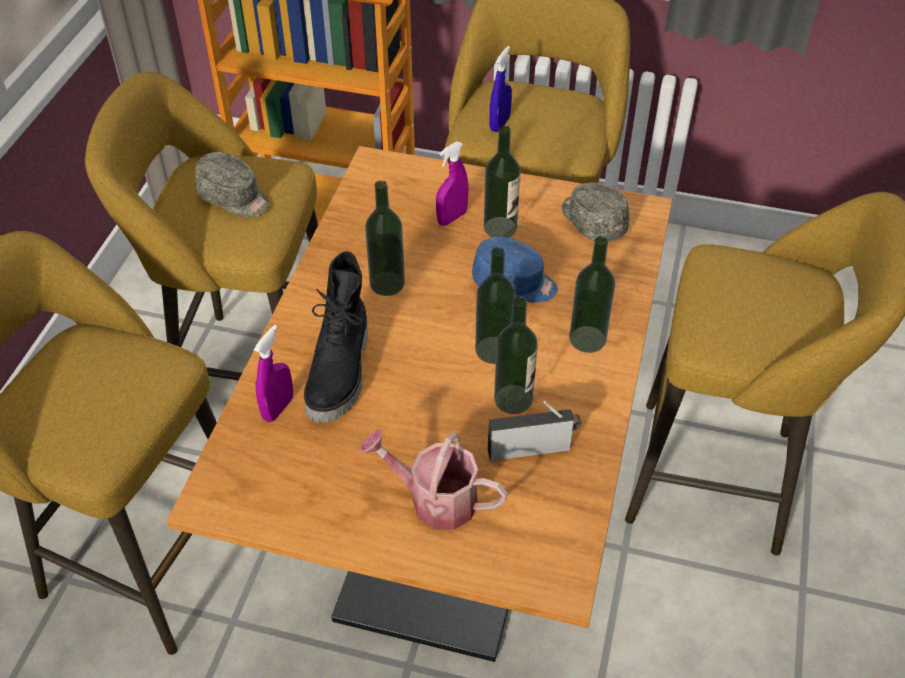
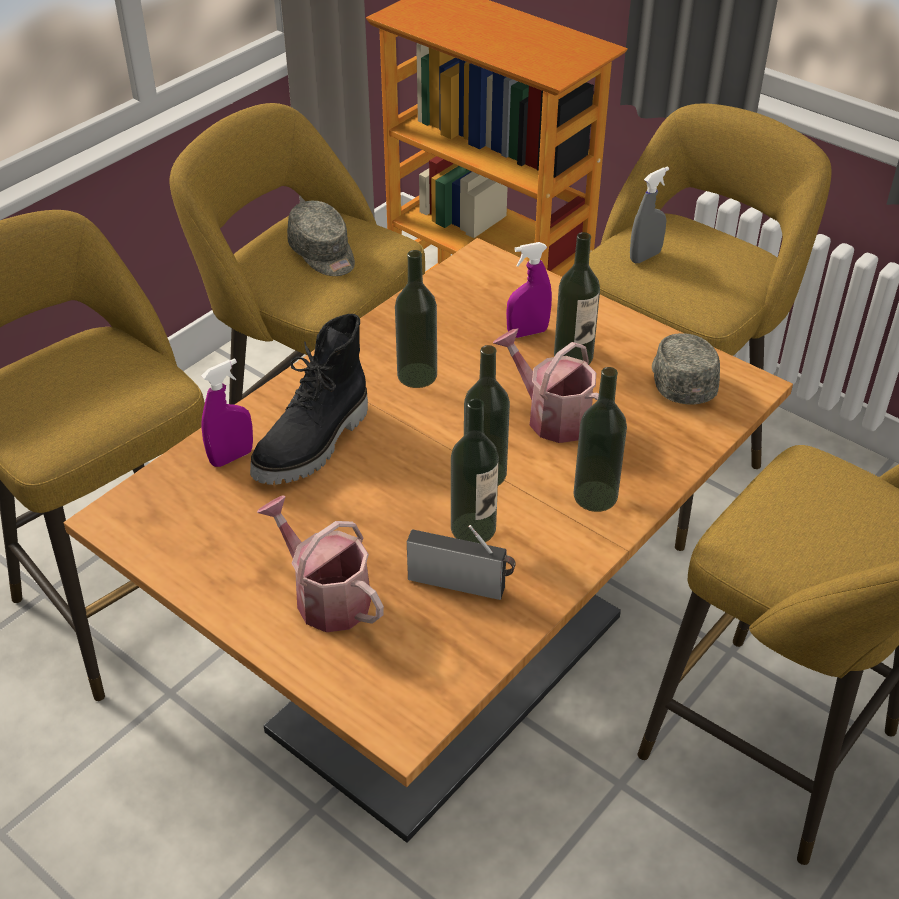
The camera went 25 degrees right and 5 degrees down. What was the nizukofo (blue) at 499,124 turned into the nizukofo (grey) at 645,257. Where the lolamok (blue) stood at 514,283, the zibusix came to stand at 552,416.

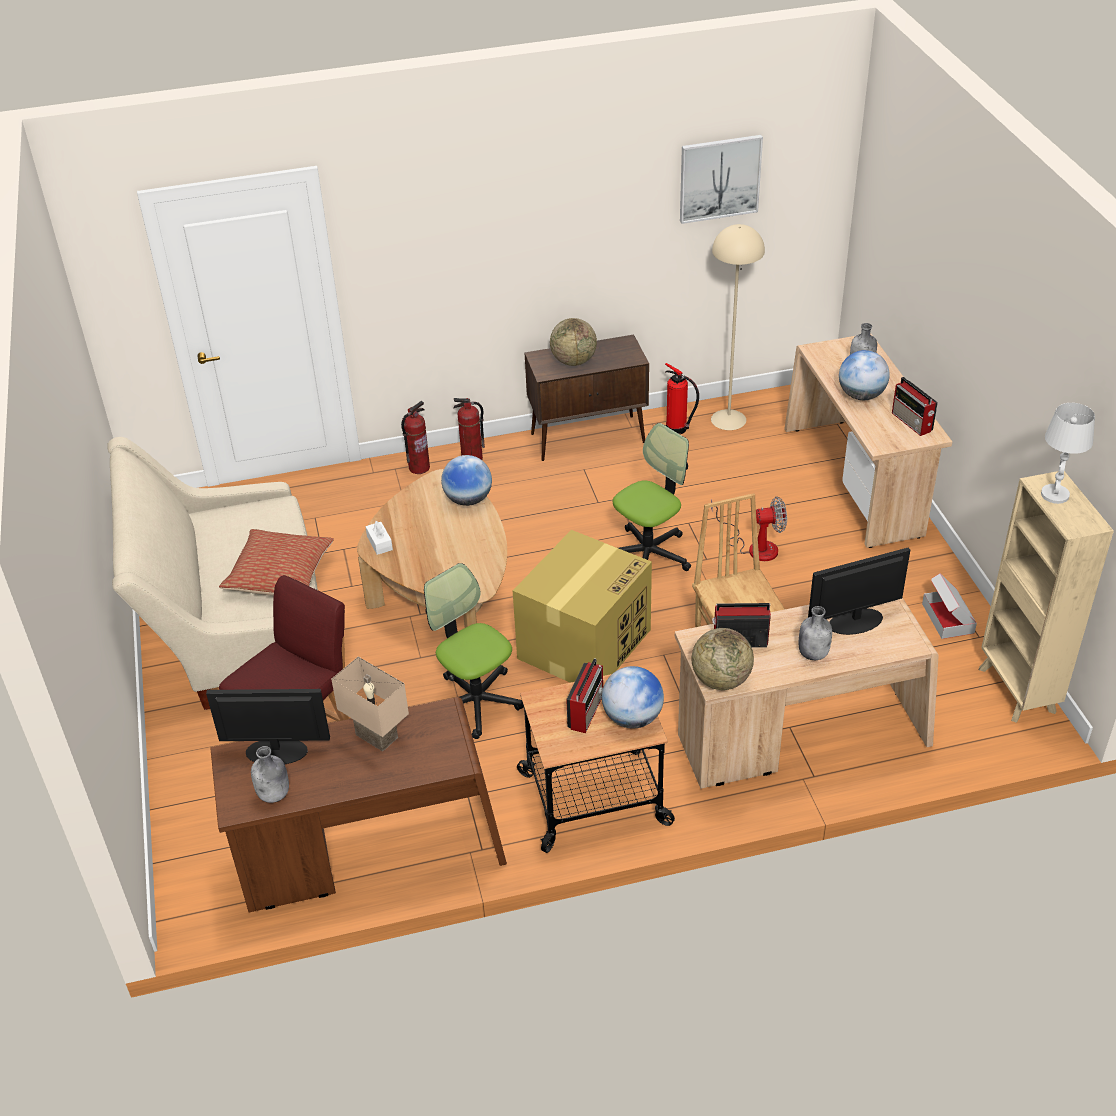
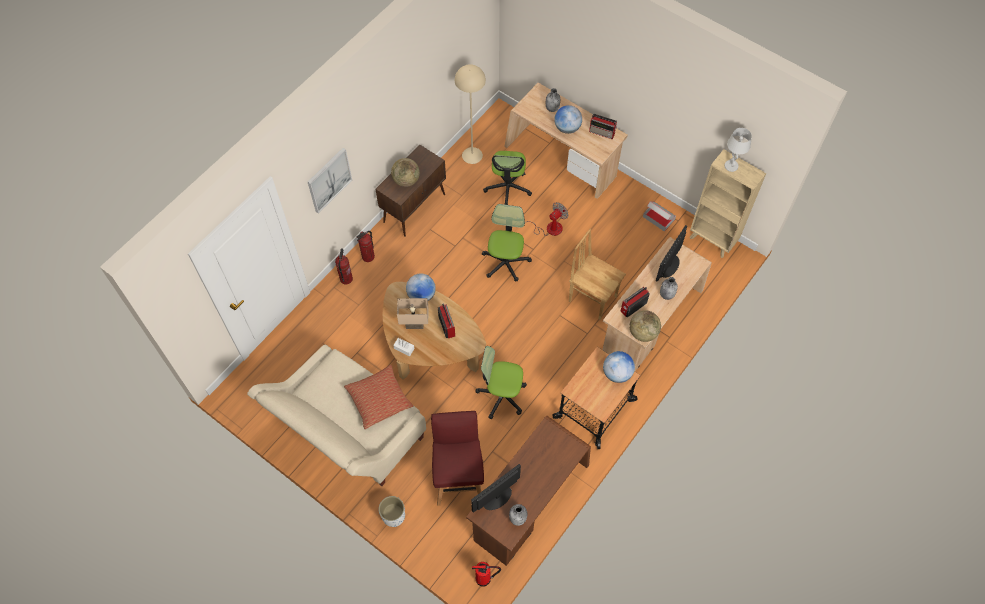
The camera went 40 degrees left and 20 degrees up. The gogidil ended up elsewhere, having gone from 719,178 to 329,180. The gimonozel ended up elsewhere, having gone from 678,429 to 484,579. The second view lost the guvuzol at 585,643. The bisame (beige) ended up elsewhere, having gone from 375,737 to 414,325. The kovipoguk ended up elsewhere, having gone from 586,710 to 447,325. The second view gained the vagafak at 508,188. The second view gained the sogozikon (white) at 393,516.

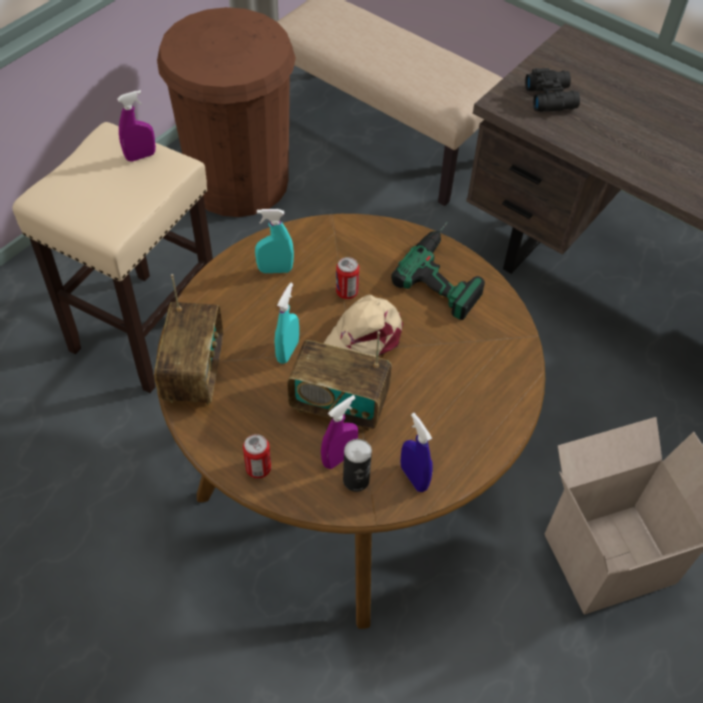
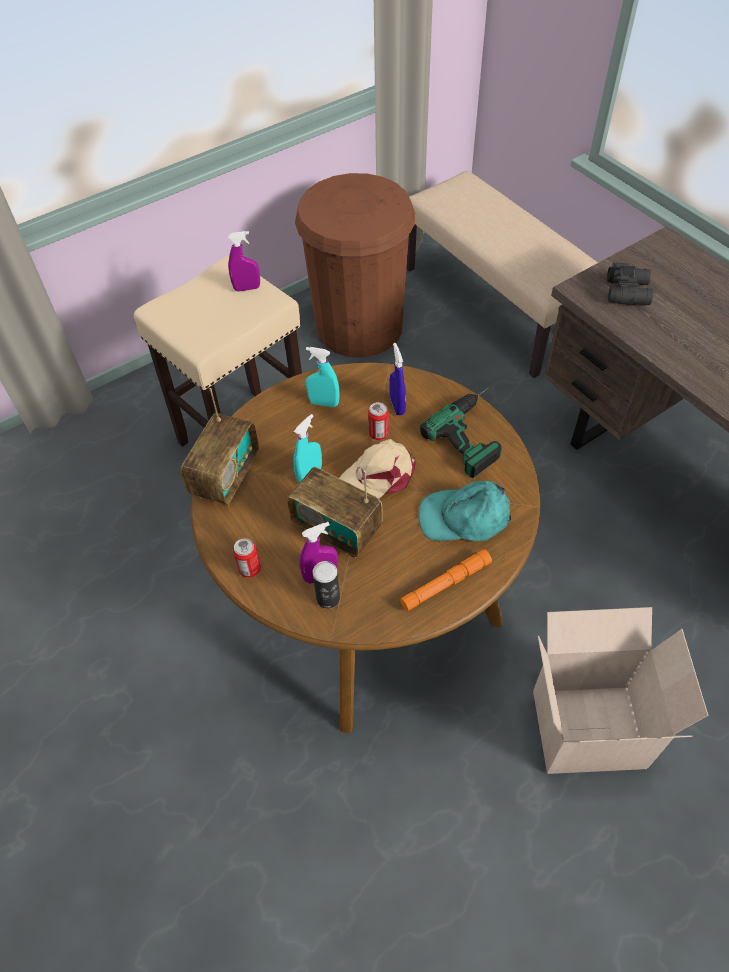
The camera went 20 degrees right and 0 degrees up. The nizukofo (blue) ended up elsewhere, having gone from 414,477 to 397,406. The second view gained the lolamok (turquoise) at 464,517. The second view gained the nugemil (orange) at 446,583.

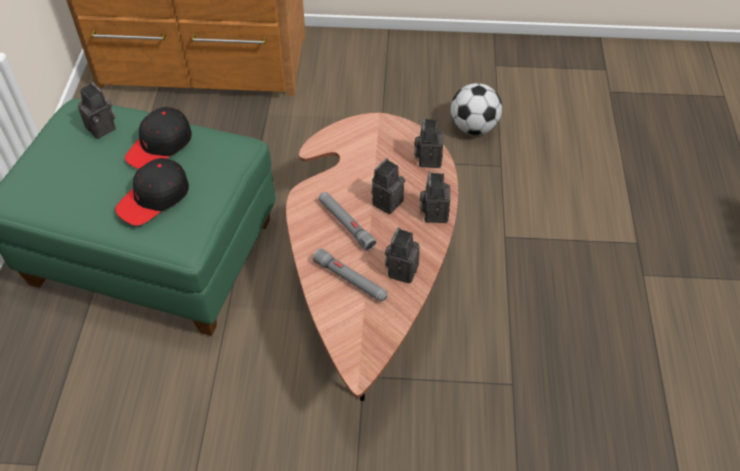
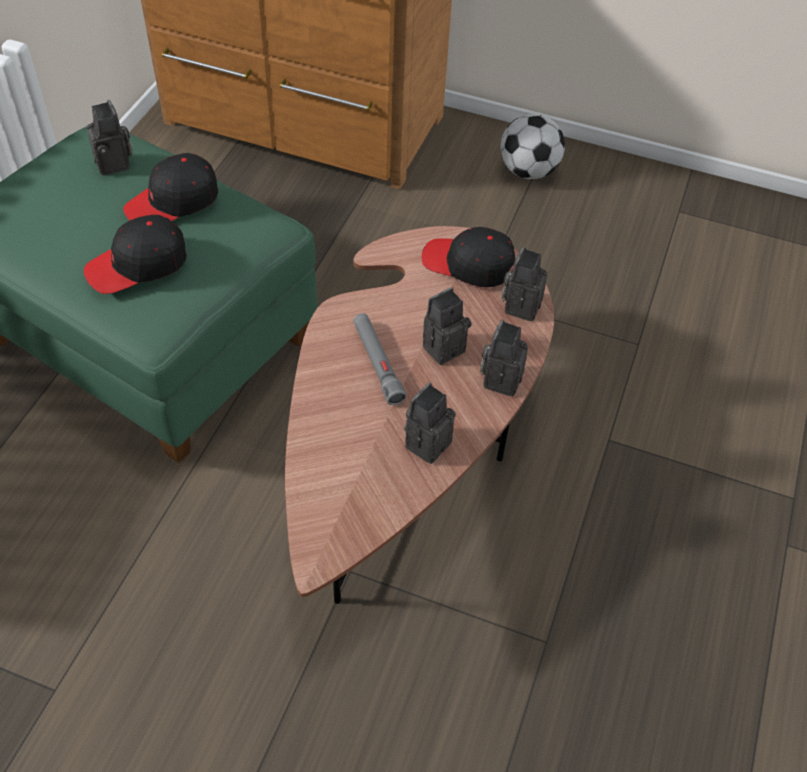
The camera went 15 degrees right and 0 degrees up. The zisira ended up elsewhere, having gone from 473,127 to 528,171. The second view lost the nugemil (grey) at 350,280. The second view gained the lolamok (black) at 468,264.

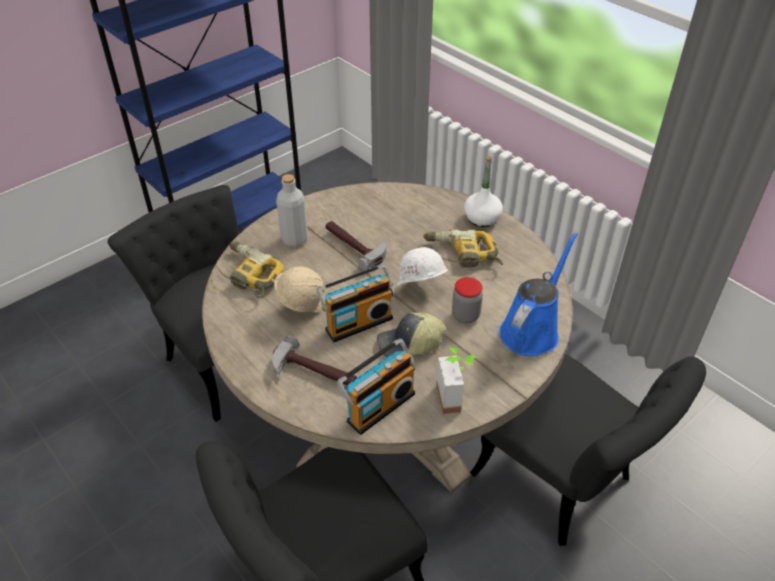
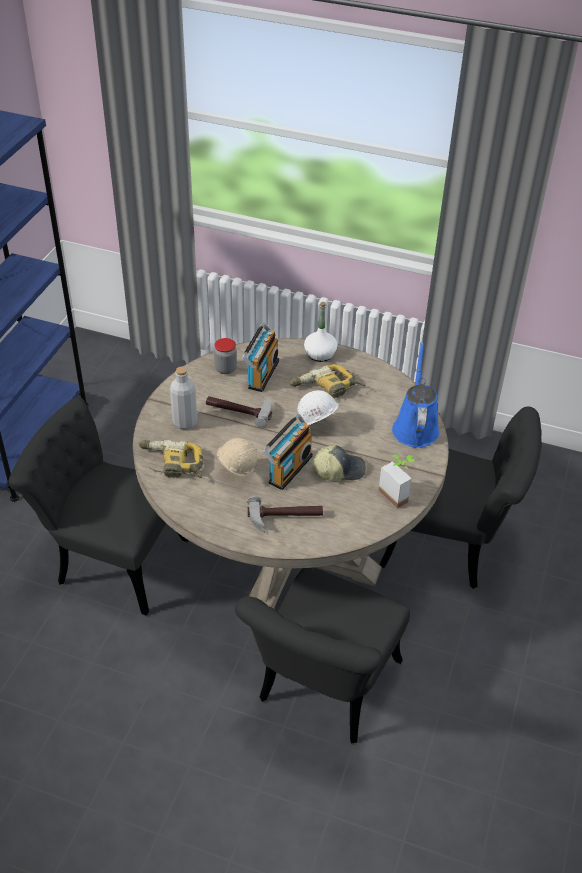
The camera went 30 degrees left and 0 degrees up. The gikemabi ended up elsewhere, having gone from 465,315 to 225,369. The lolamok at 409,344 ended up facing another way, 150 degrees counterclockwise from before. The kovipoguk ended up elsewhere, having gone from 378,405 to 261,374.

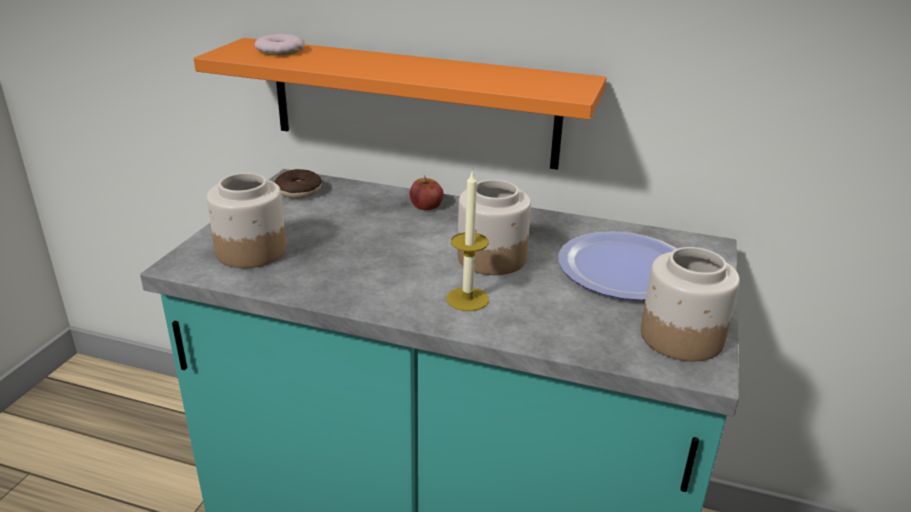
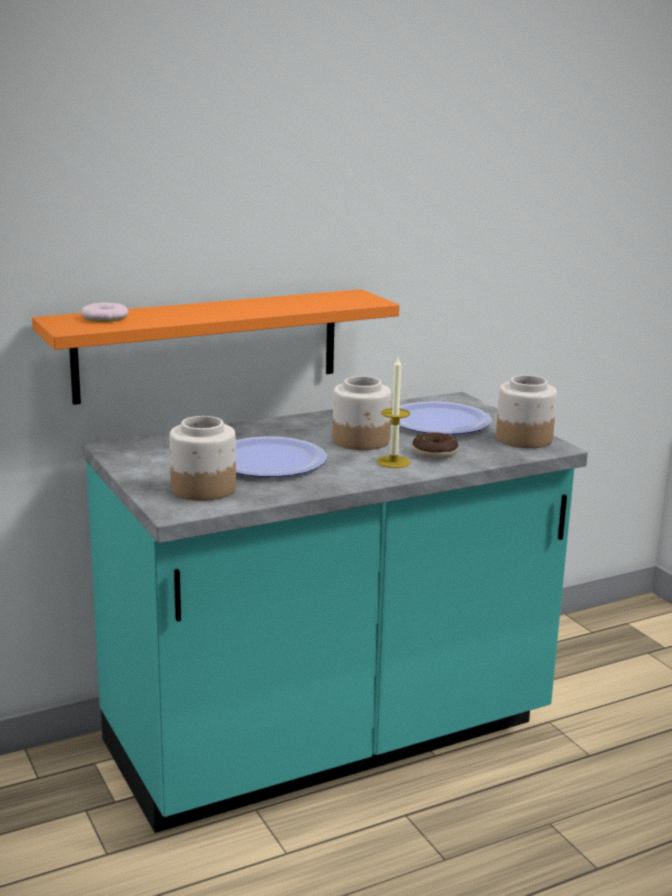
The camera went 45 degrees left and 10 degrees down. The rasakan ended up elsewhere, having gone from 298,191 to 434,453. The second view lost the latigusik at 426,205. The second view gained the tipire at 269,460.

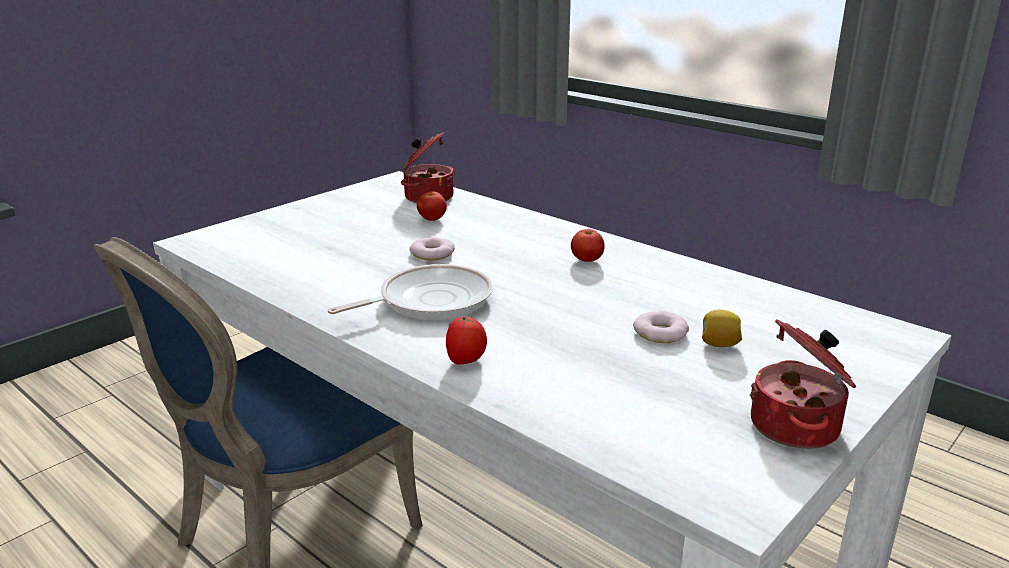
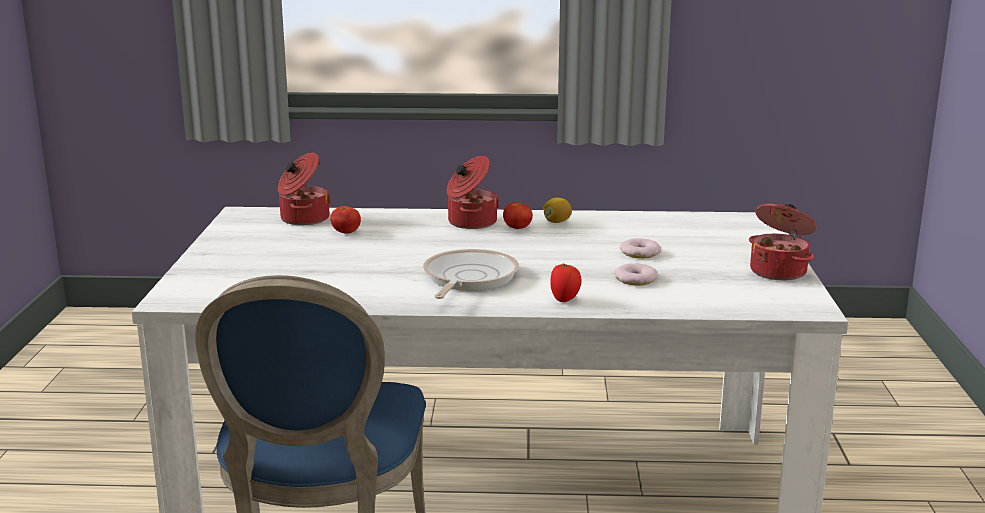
The camera went 40 degrees left and 5 degrees down. The rasakan ended up elsewhere, having gone from 432,254 to 635,279. The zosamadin ended up elsewhere, having gone from 719,345 to 557,222. The second view gained the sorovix at 470,222.

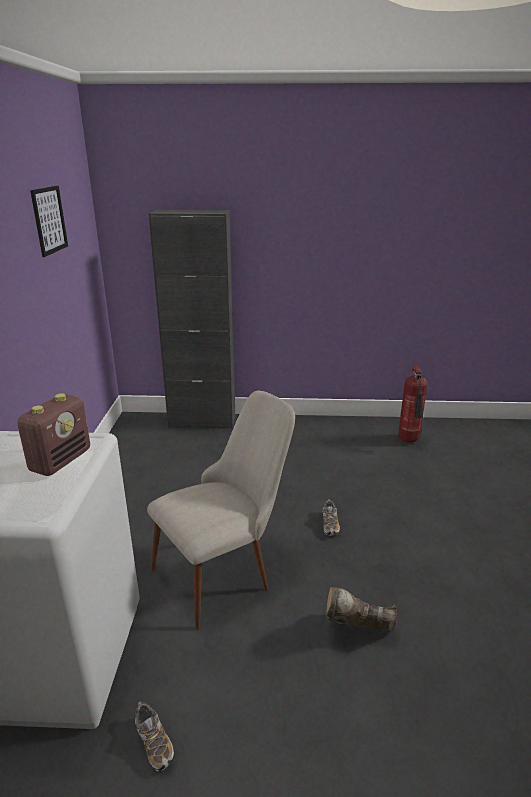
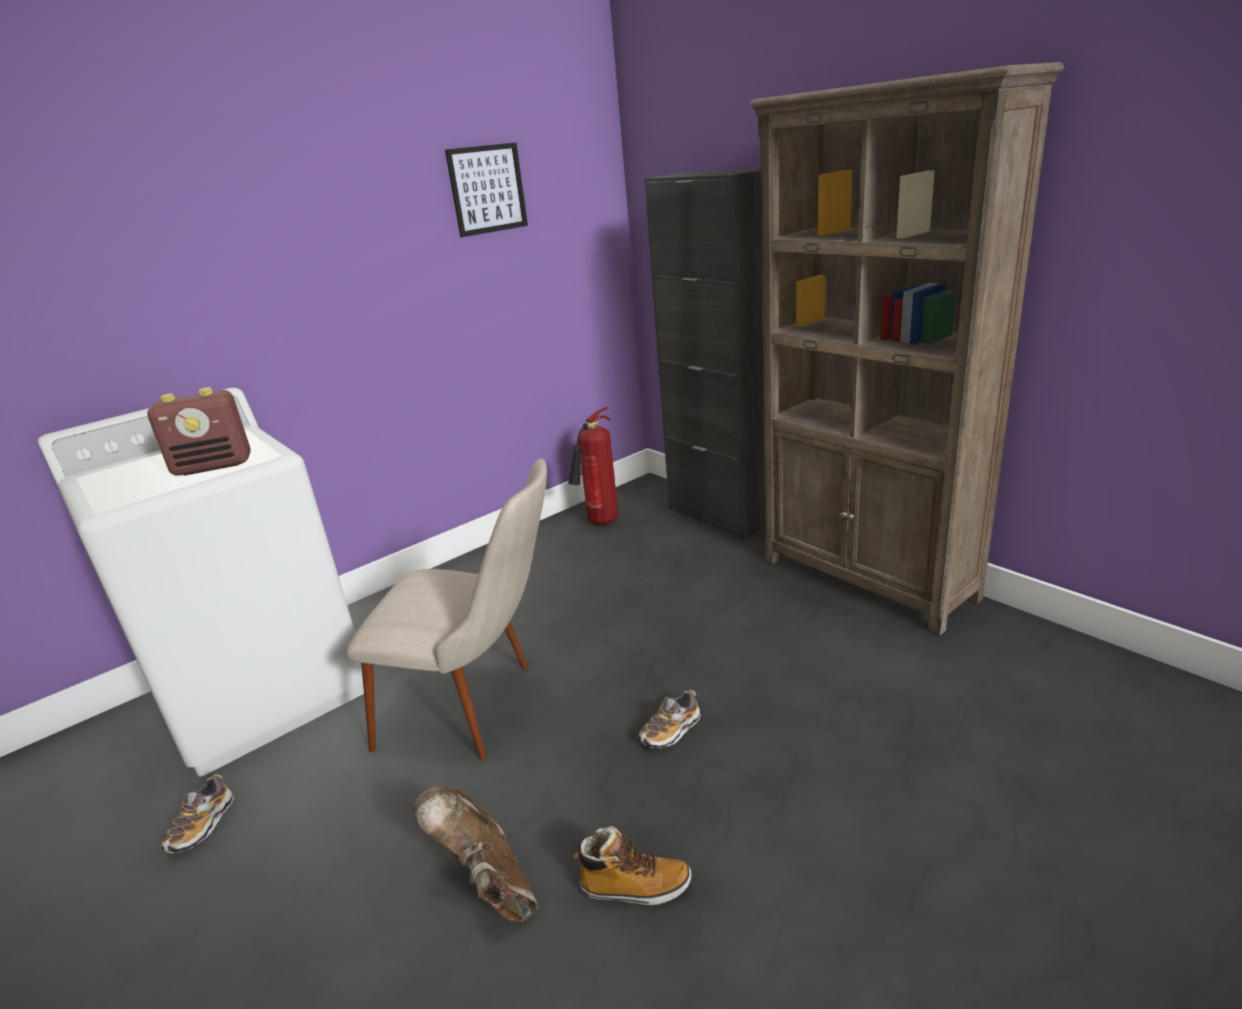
The camera went 50 degrees right and 0 degrees up. The gimonozel ended up elsewhere, having gone from 409,441 to 601,523. The second view gained the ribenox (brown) at 867,580. The second view gained the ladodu at 635,887.

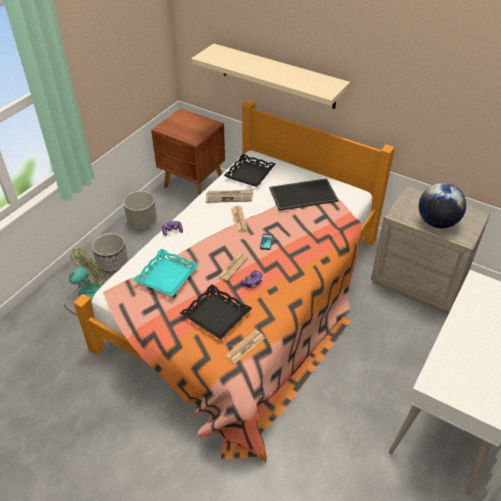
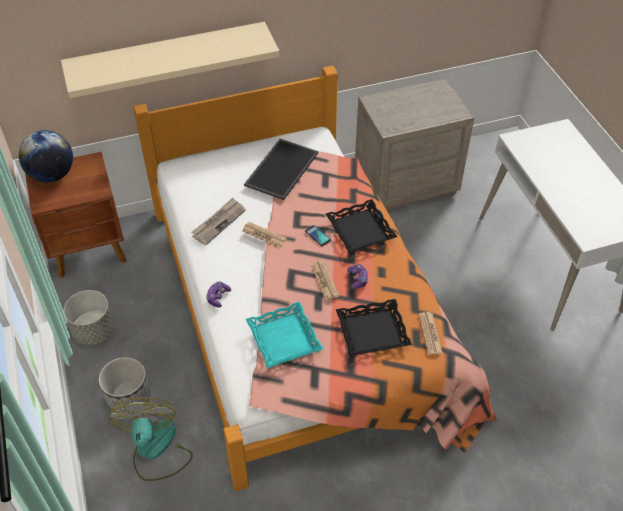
The camera went 50 degrees left and 5 degrees up. The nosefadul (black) ended up elsewhere, having gone from 249,173 to 360,230. The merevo ended up elsewhere, having gone from 437,222 to 52,175.

